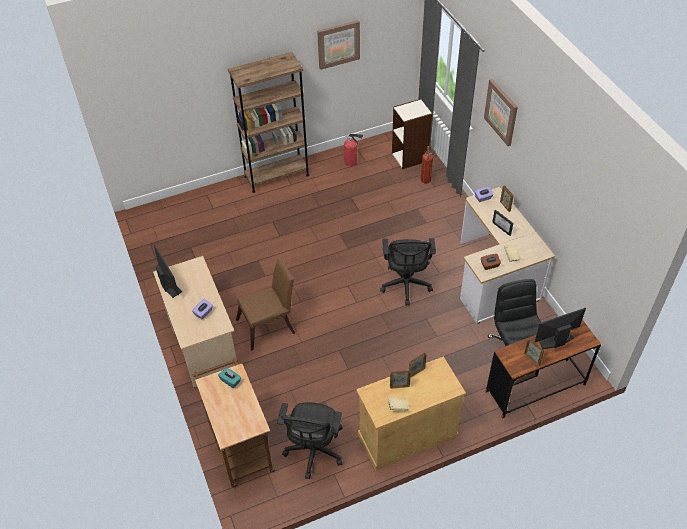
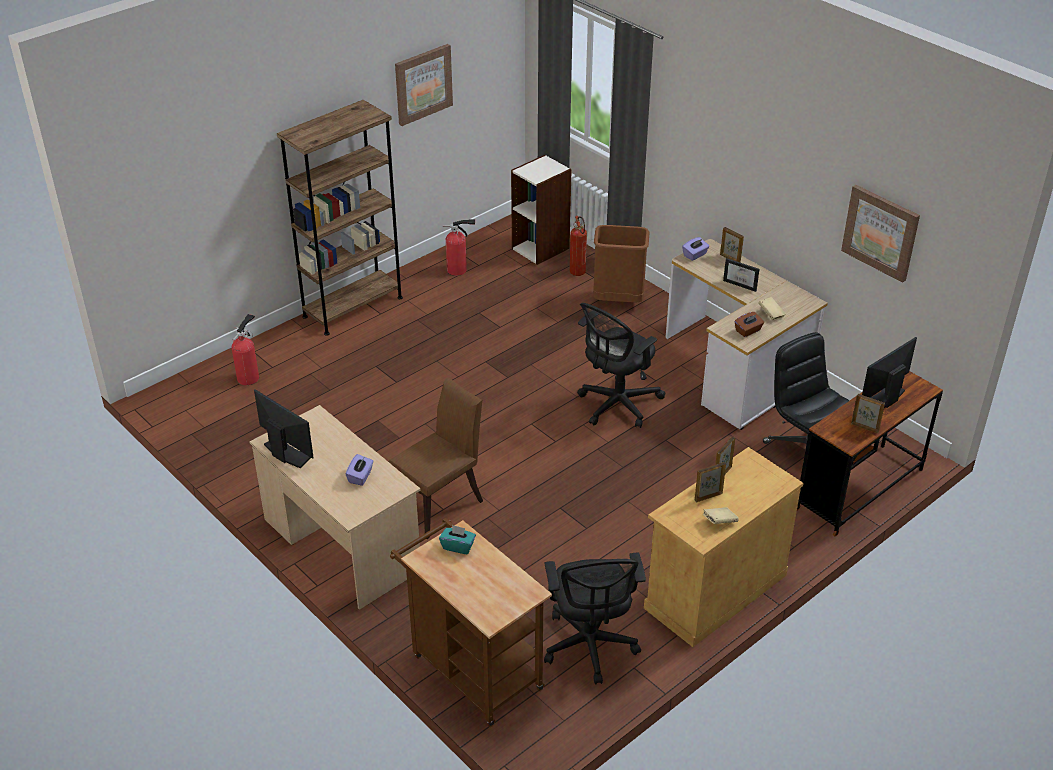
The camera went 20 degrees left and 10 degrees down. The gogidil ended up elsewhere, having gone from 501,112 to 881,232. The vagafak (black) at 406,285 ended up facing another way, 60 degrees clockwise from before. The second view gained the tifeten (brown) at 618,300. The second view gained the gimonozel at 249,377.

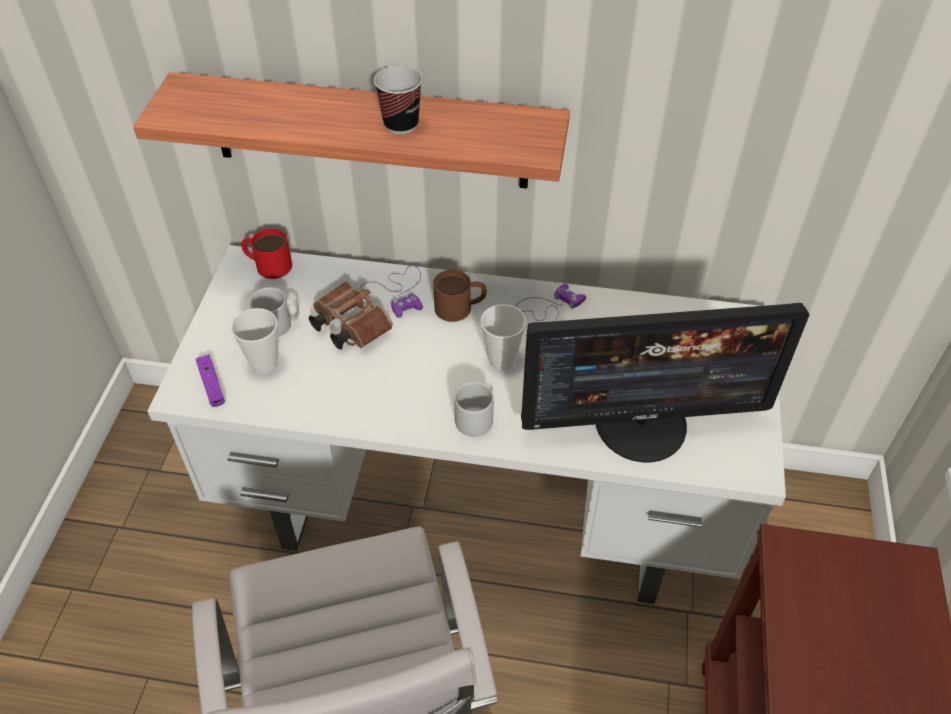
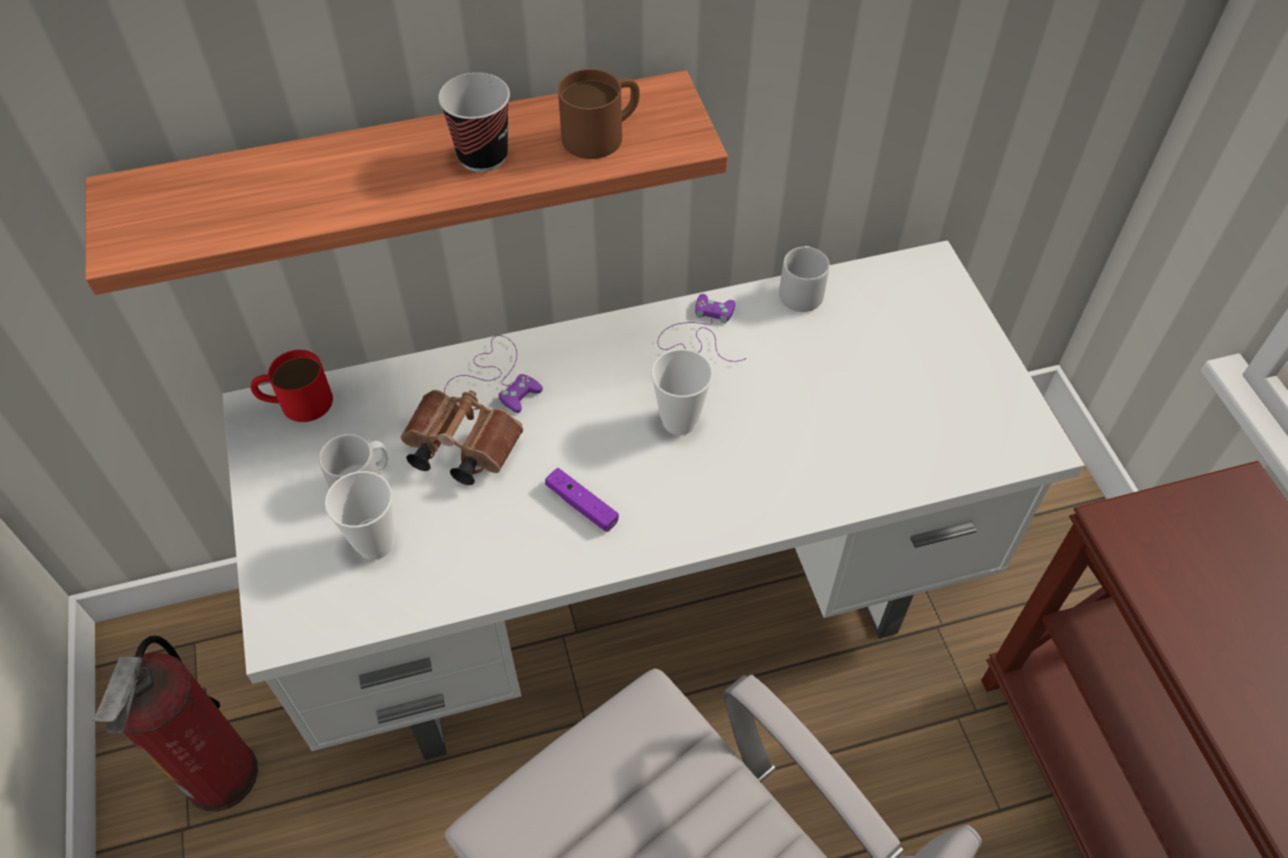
The camera went 25 degrees left and 5 degrees up. The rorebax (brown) ended up elsewhere, having gone from 460,307 to 603,133. The second view lost the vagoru at 641,424. The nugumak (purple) ended up elsewhere, having gone from 211,385 to 582,505. The rorebax (grey) ended up elsewhere, having gone from 477,418 to 801,291. The second view gained the gimonozel at 222,775.

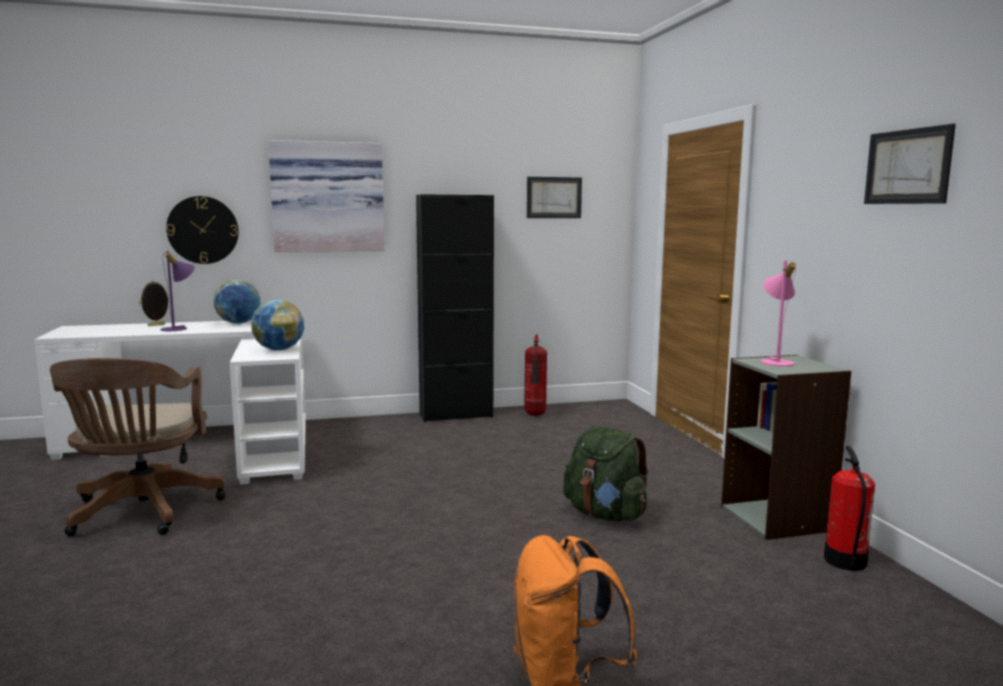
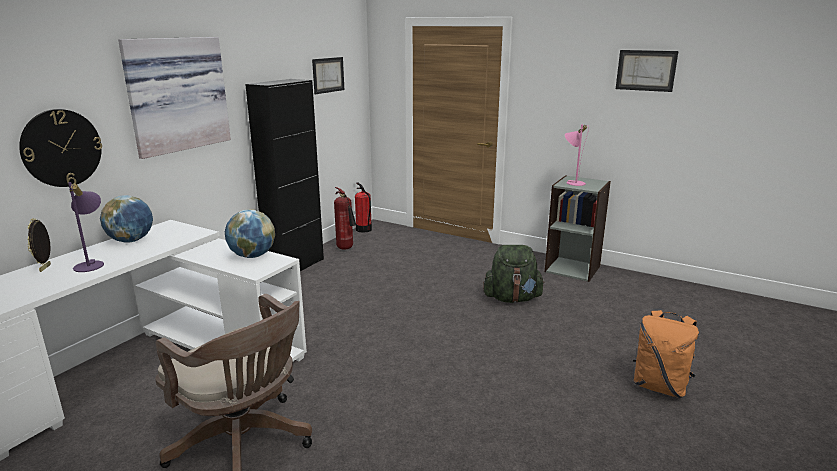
The camera went 45 degrees left and 10 degrees up. The gimonozel ended up elsewhere, having gone from 845,561 to 363,229.

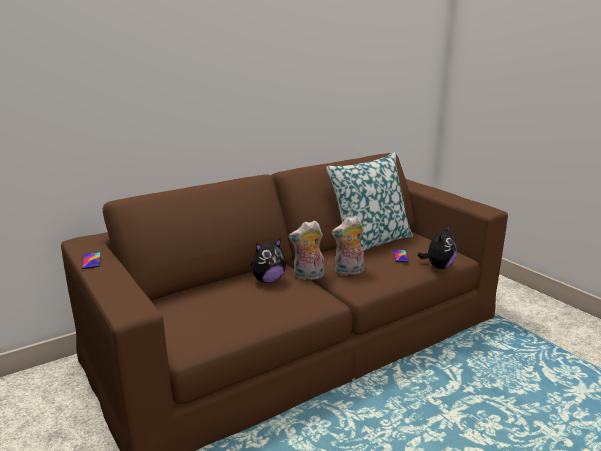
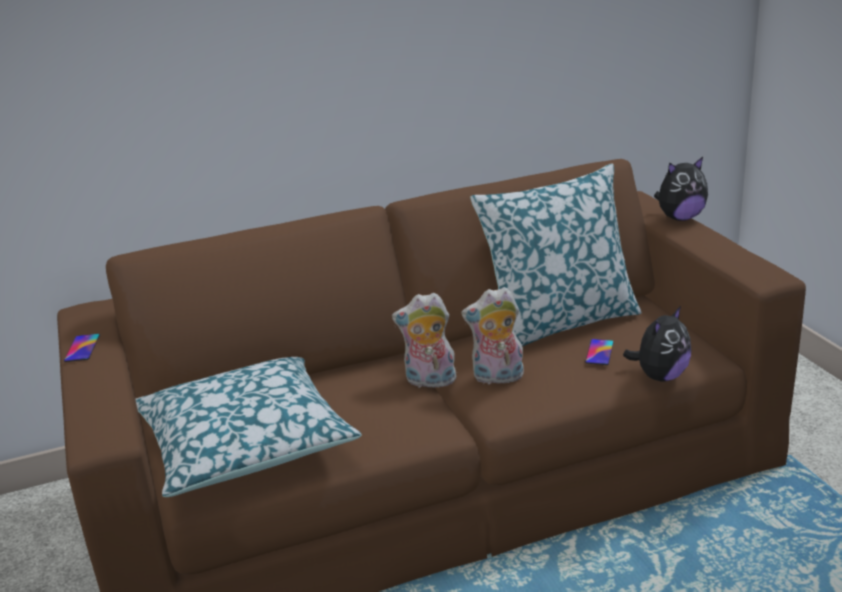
The camera went 15 degrees right and 5 degrees up. The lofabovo ended up elsewhere, having gone from 268,280 to 680,218. The second view gained the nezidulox at 245,442.

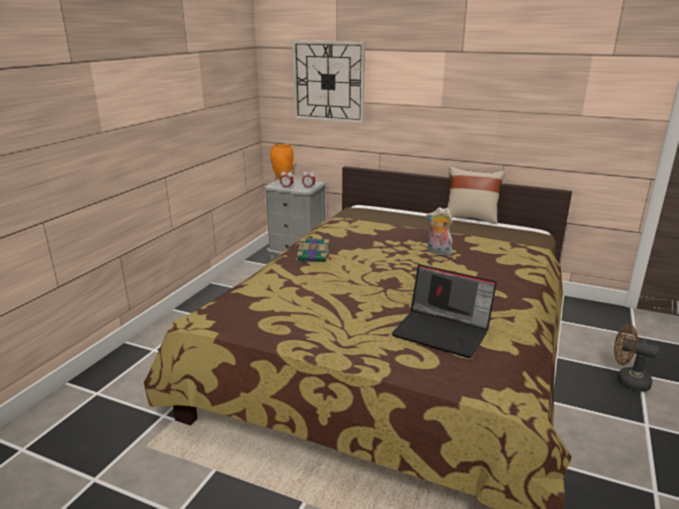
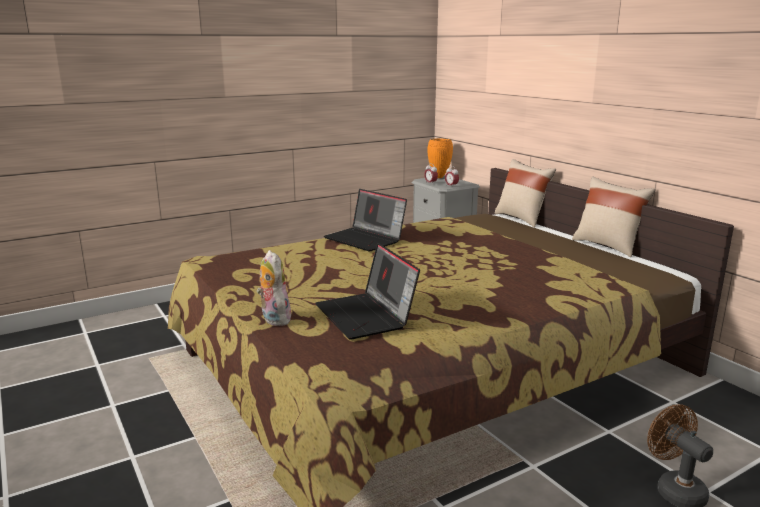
The camera went 35 degrees right and 5 degrees down. The second view lost the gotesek at 328,81. The lofabovo ended up elsewhere, having gone from 438,252 to 273,319. Where the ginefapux stood at 314,257, the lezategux came to stand at 366,239. The second view gained the nezidulox (beige) at 522,218.

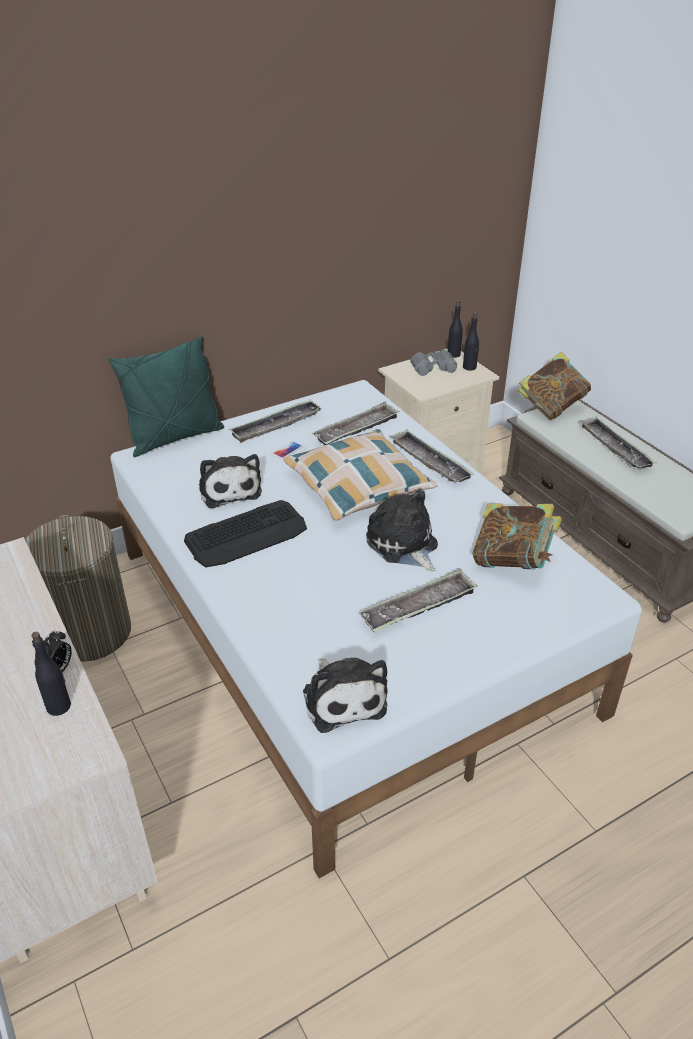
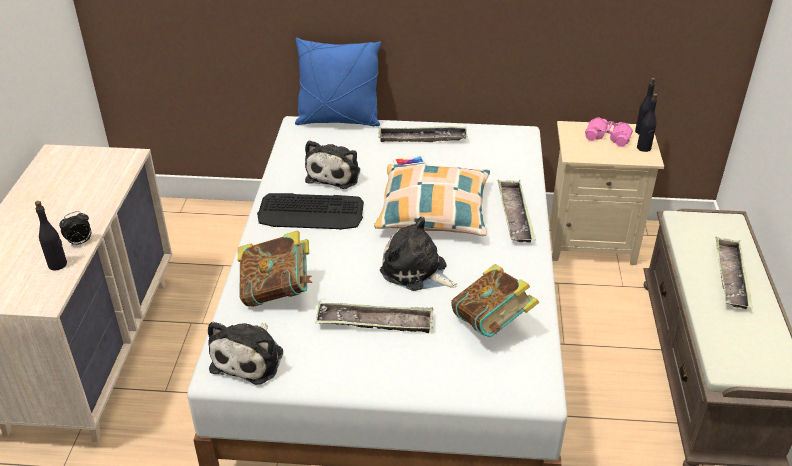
The camera went 35 degrees right and 0 degrees up. What was the nezidulox (green) at 175,437 turned into the nezidulox (blue) at 338,120. What was the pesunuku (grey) at 432,367 turned into the pesunuku (pink) at 608,136. The ginefapux ended up elsewhere, having gone from 551,407 to 277,292. The second view lost the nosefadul at 356,429. The lofabovo at 403,545 ended up facing another way, 60 degrees counterclockwise from before. The second view lost the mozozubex at 90,632.

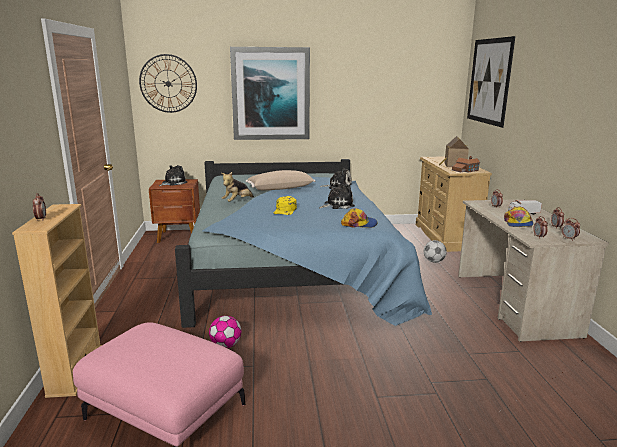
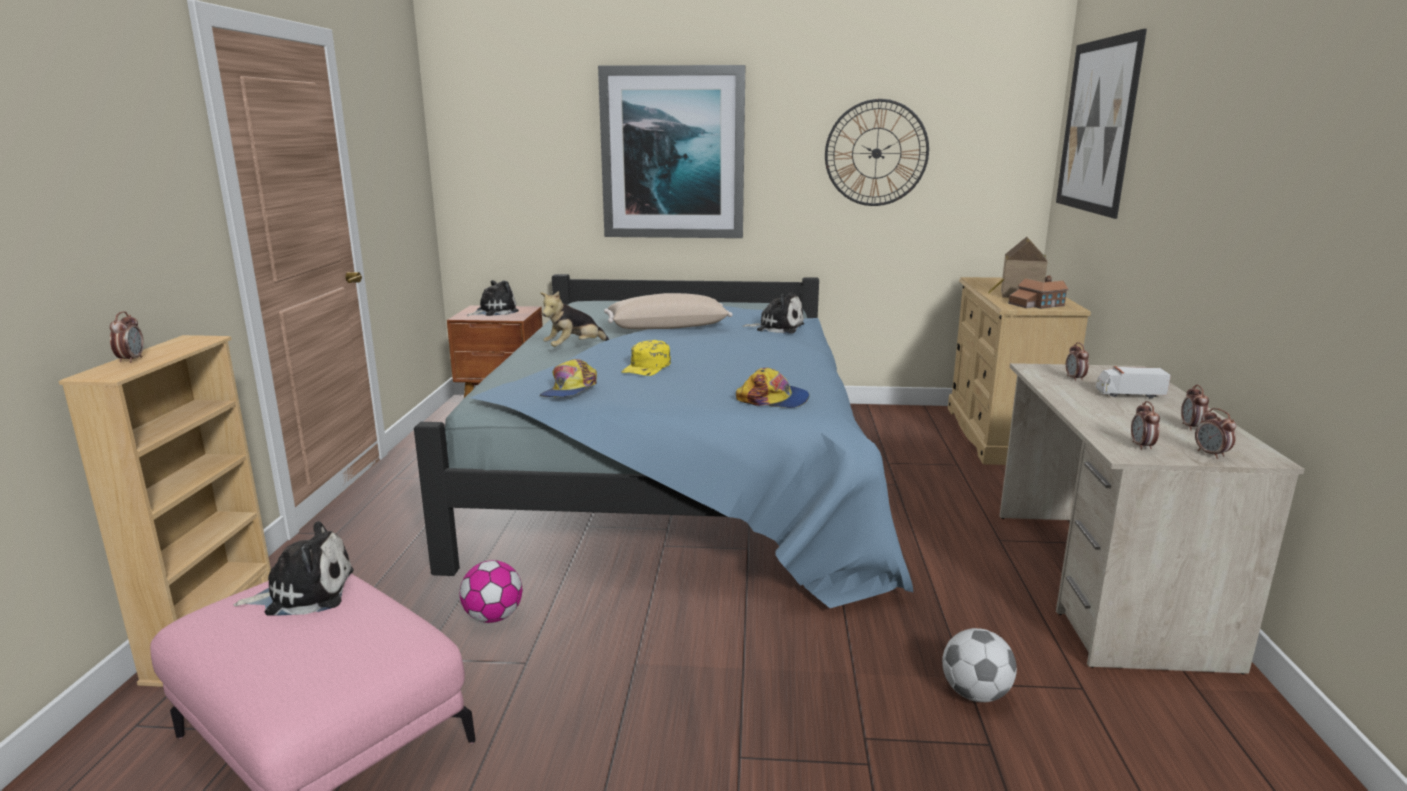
The camera went 10 degrees right and 0 degrees up. The gotesek ended up elsewhere, having gone from 168,83 to 876,153. The lofabovo ended up elsewhere, having gone from 337,205 to 304,593. The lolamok ended up elsewhere, having gone from 518,223 to 570,391. The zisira ended up elsewhere, having gone from 434,261 to 975,694.

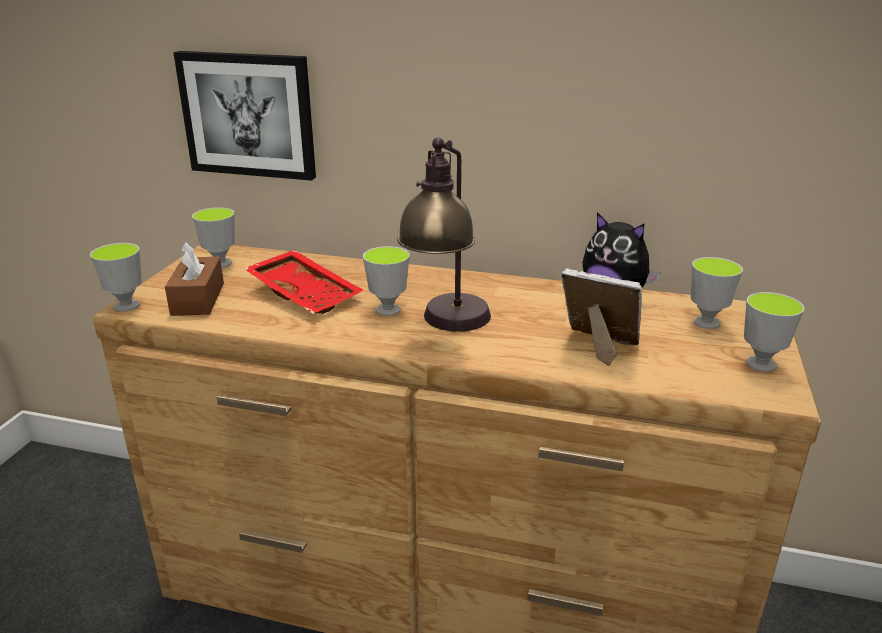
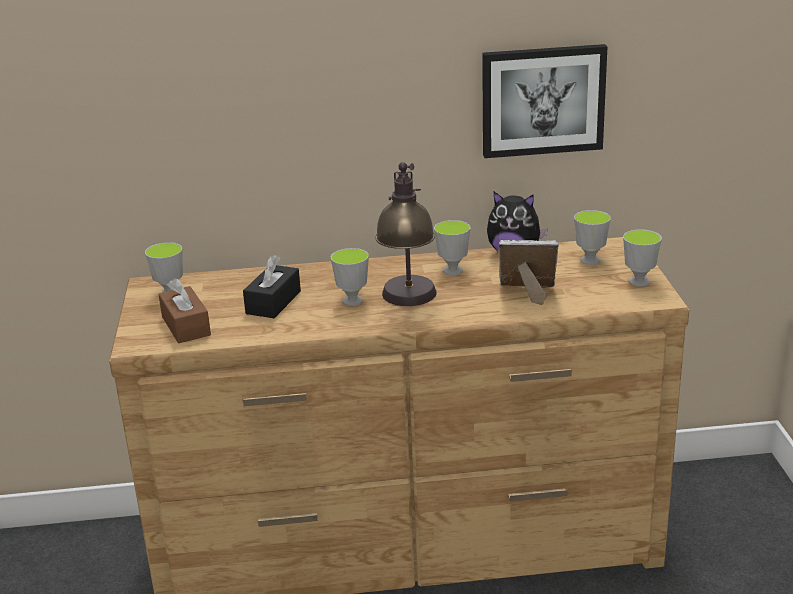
The camera went 20 degrees left and 0 degrees up. The gogidil ended up elsewhere, having gone from 248,115 to 542,100. The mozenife ended up elsewhere, having gone from 126,306 to 453,271. Where the nosefadul (red) stood at 306,294, the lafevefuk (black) came to stand at 273,302.

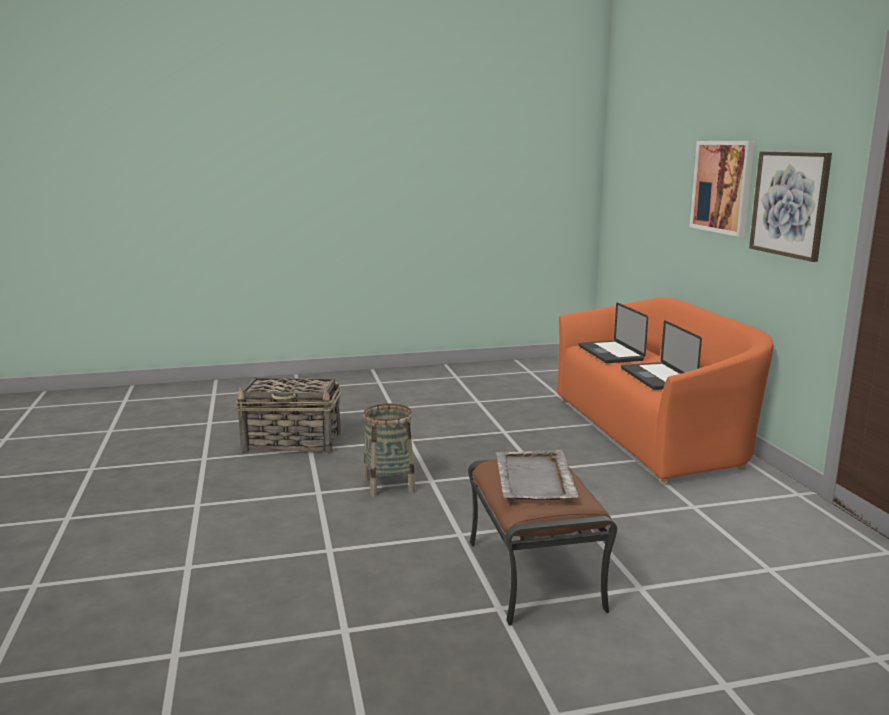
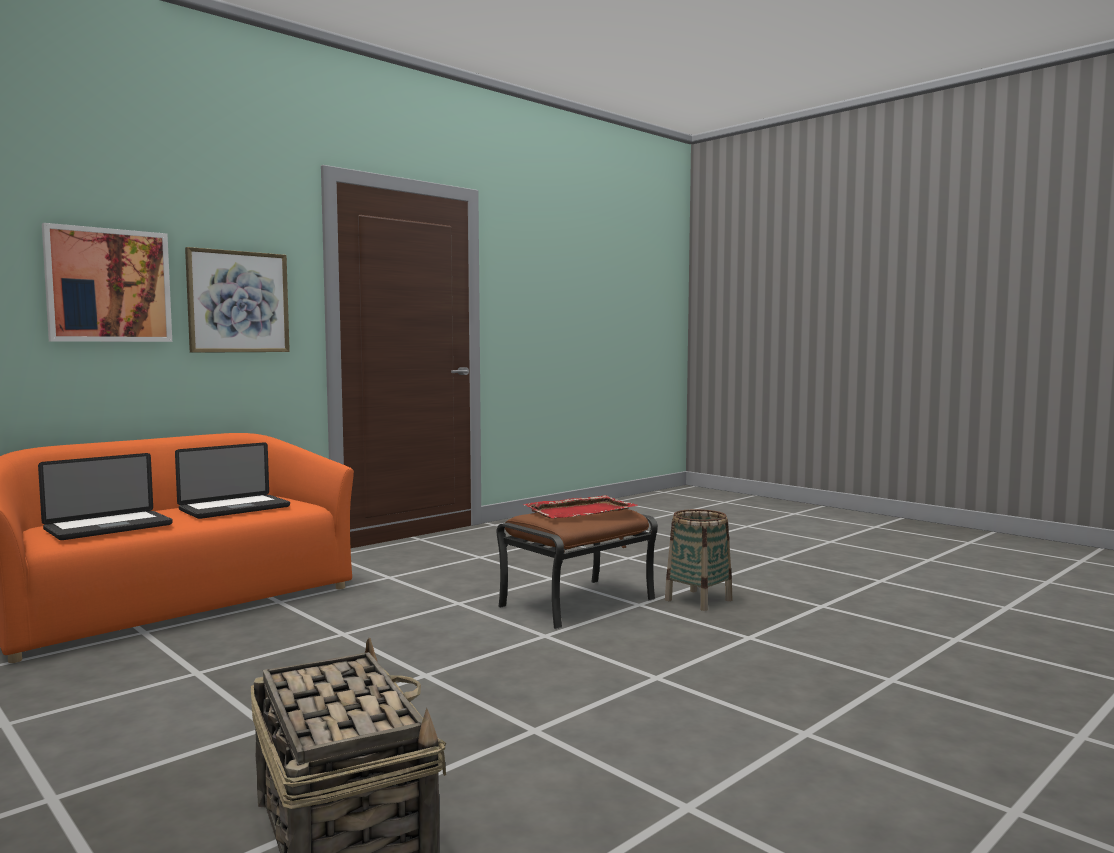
The camera went 120 degrees left and 10 degrees down. The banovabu ended up elsewhere, having gone from 389,485 to 698,600. What was the nosefadul (grey) at 534,479 turned into the nosefadul (red) at 581,511.

